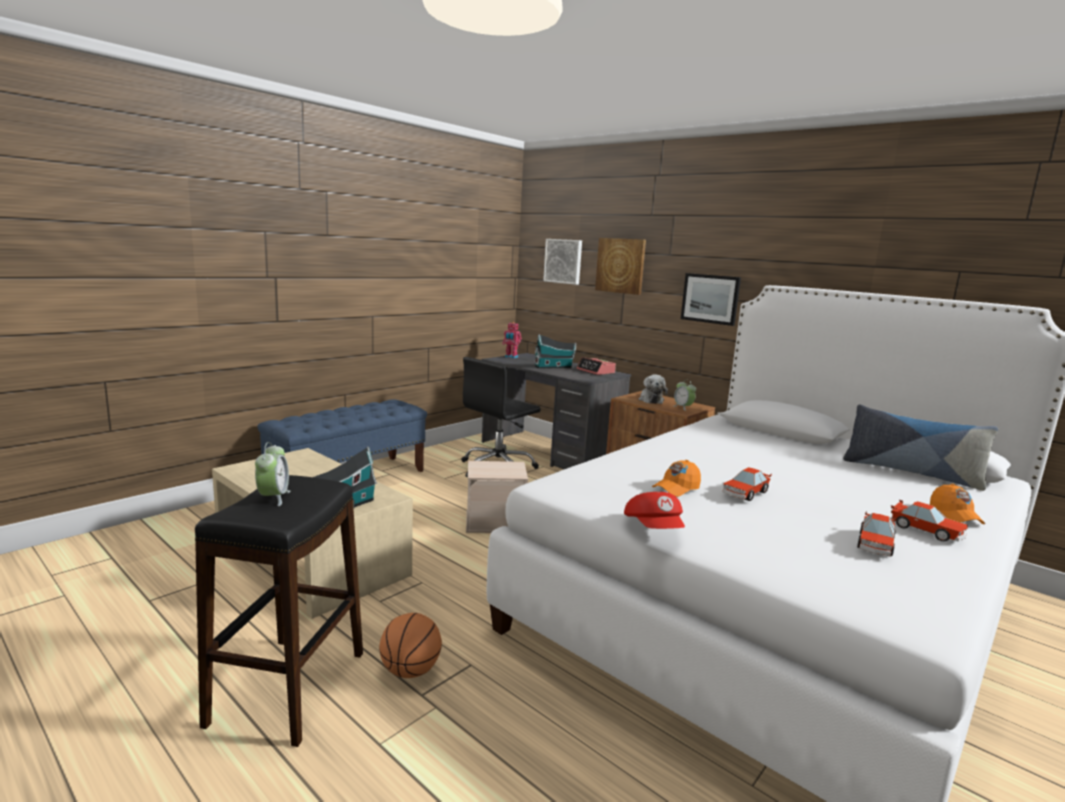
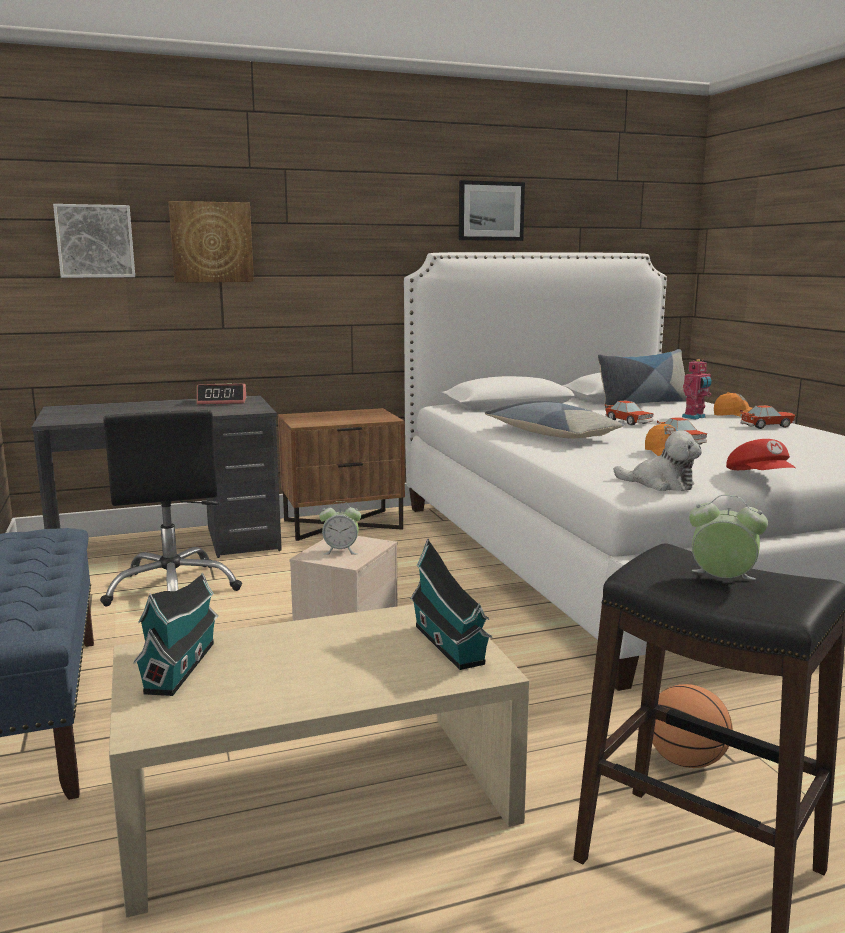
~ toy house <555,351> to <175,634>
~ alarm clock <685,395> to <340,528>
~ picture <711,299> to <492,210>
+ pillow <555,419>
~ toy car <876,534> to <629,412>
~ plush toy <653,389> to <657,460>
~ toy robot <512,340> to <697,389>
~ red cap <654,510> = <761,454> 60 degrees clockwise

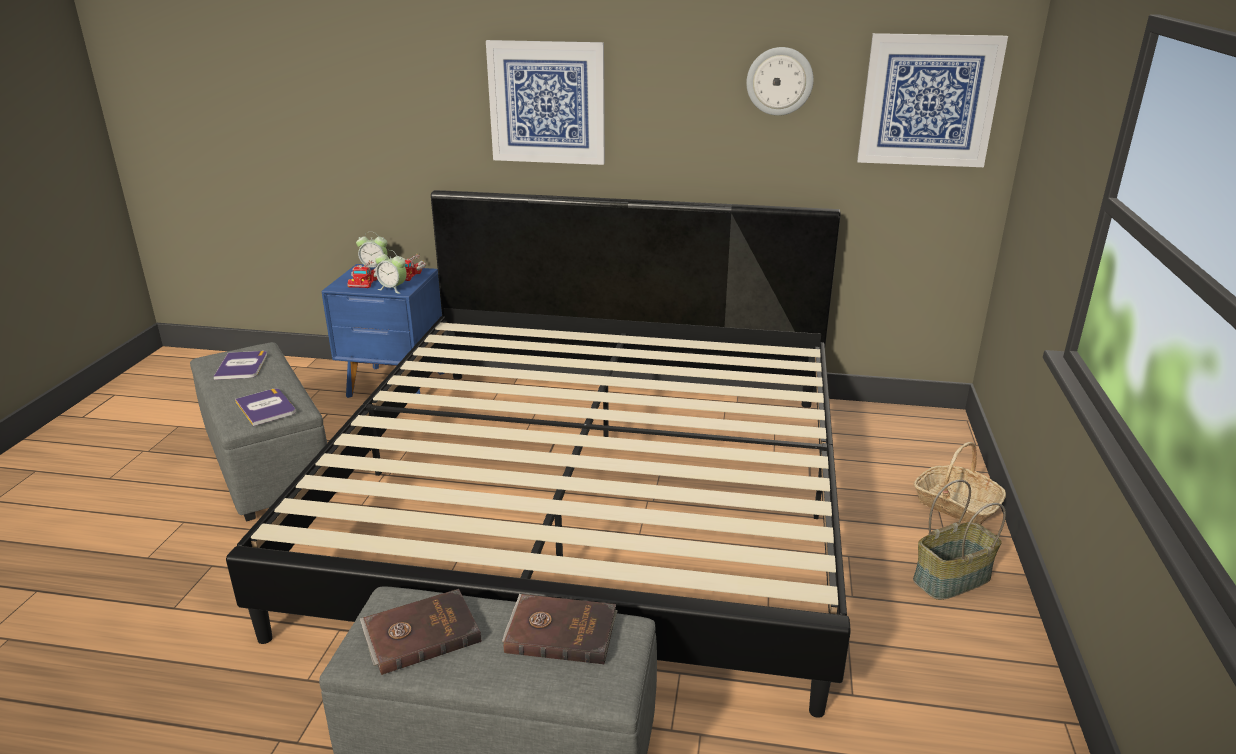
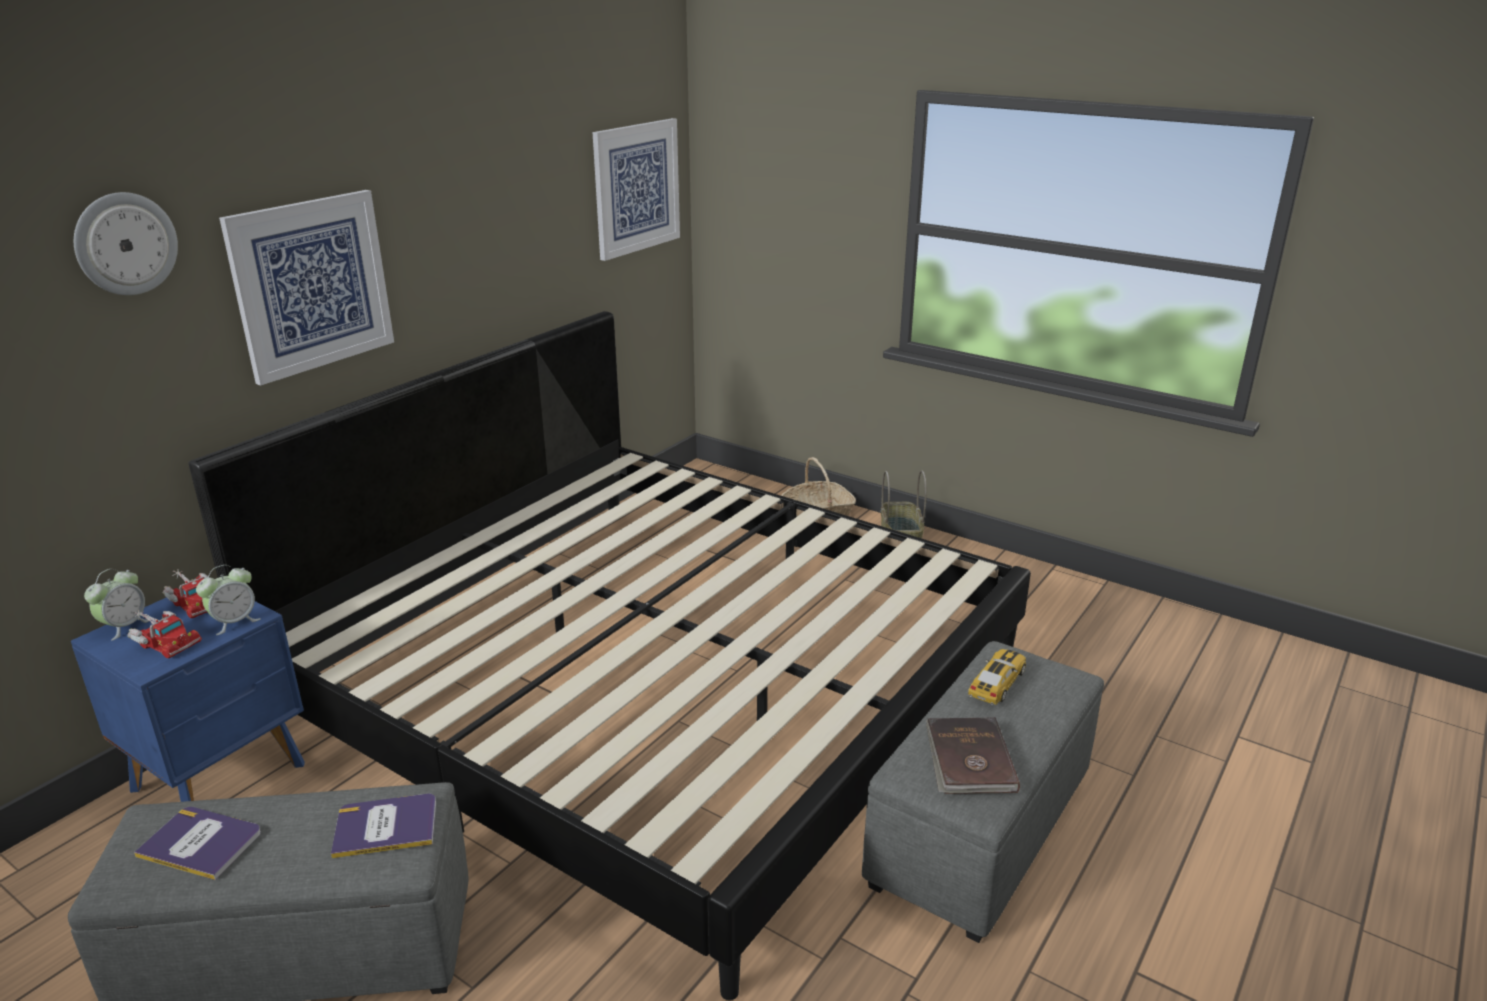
~ wall clock <780,81> to <126,243>
~ brown book <560,629> to toy car <997,677>

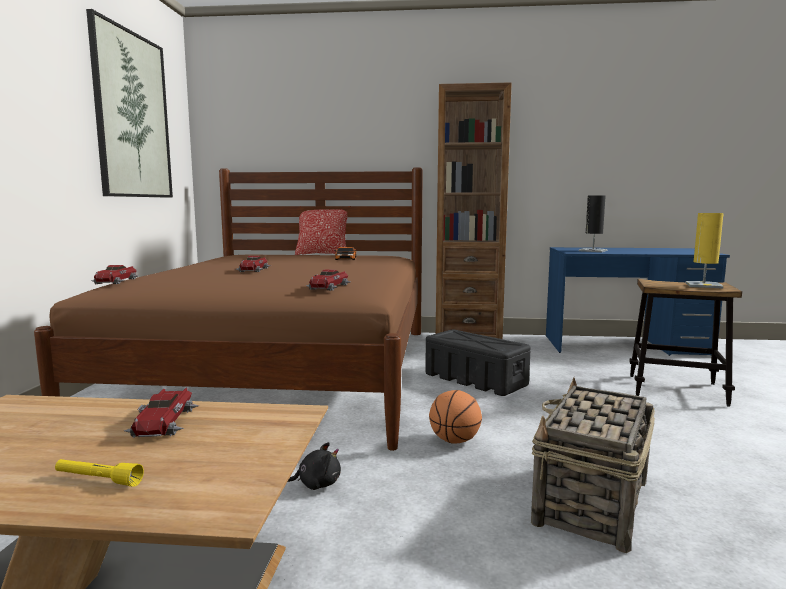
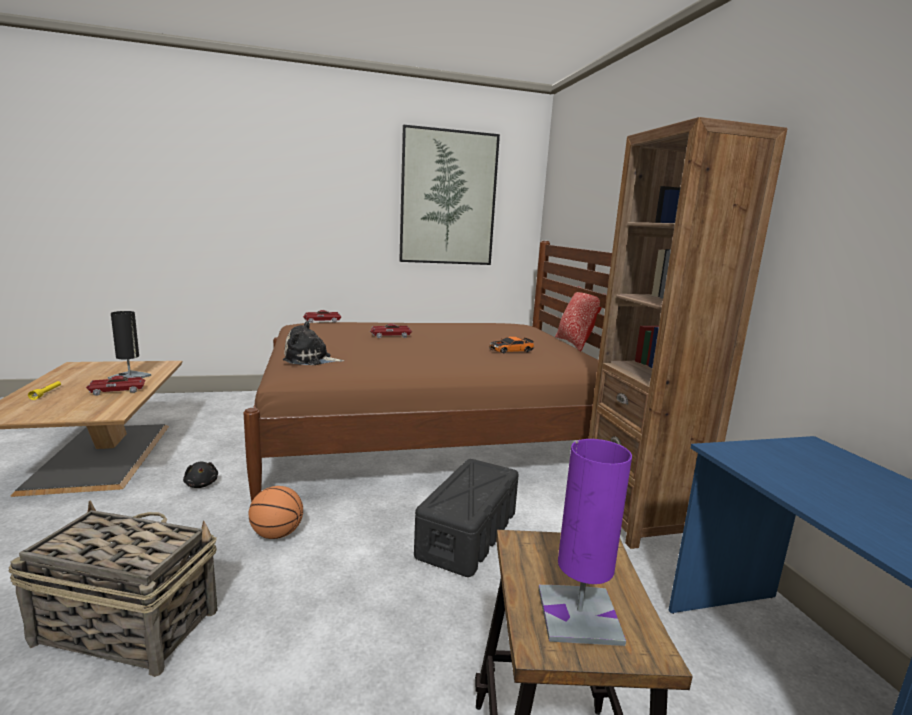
~ black table lamp <593,223> to <129,345>
~ toy car <328,280> to plush toy <313,343>
~ yellow table lamp <704,251> to purple table lamp <585,542>

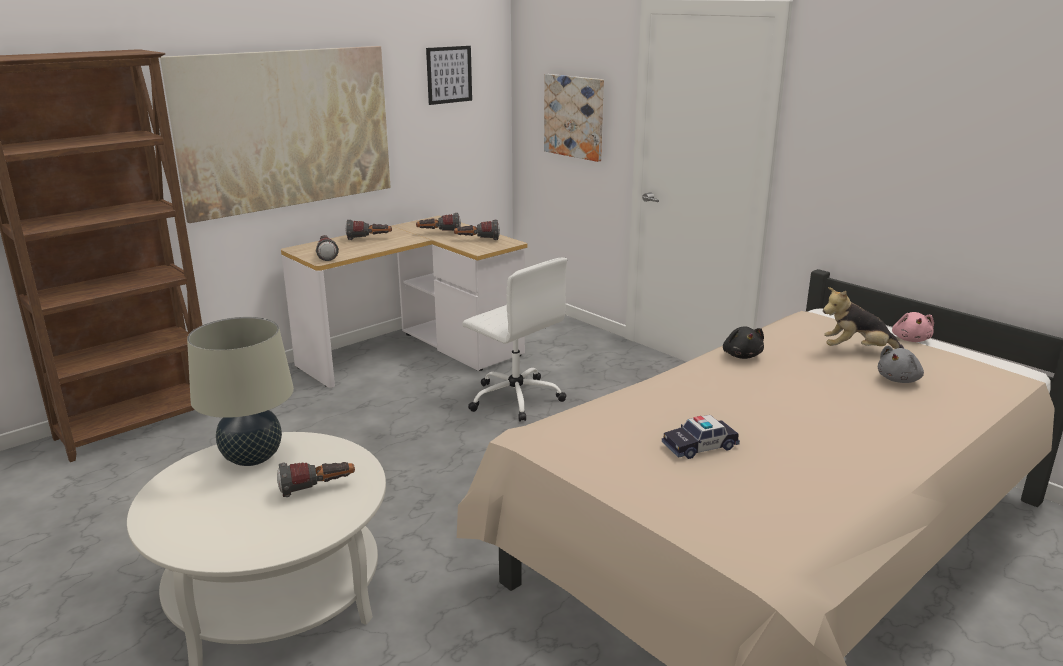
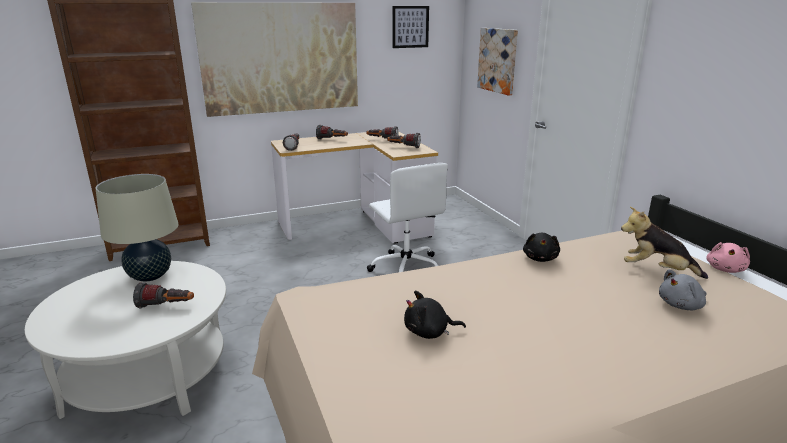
~ toy car <701,437> to black plush toy <435,315>

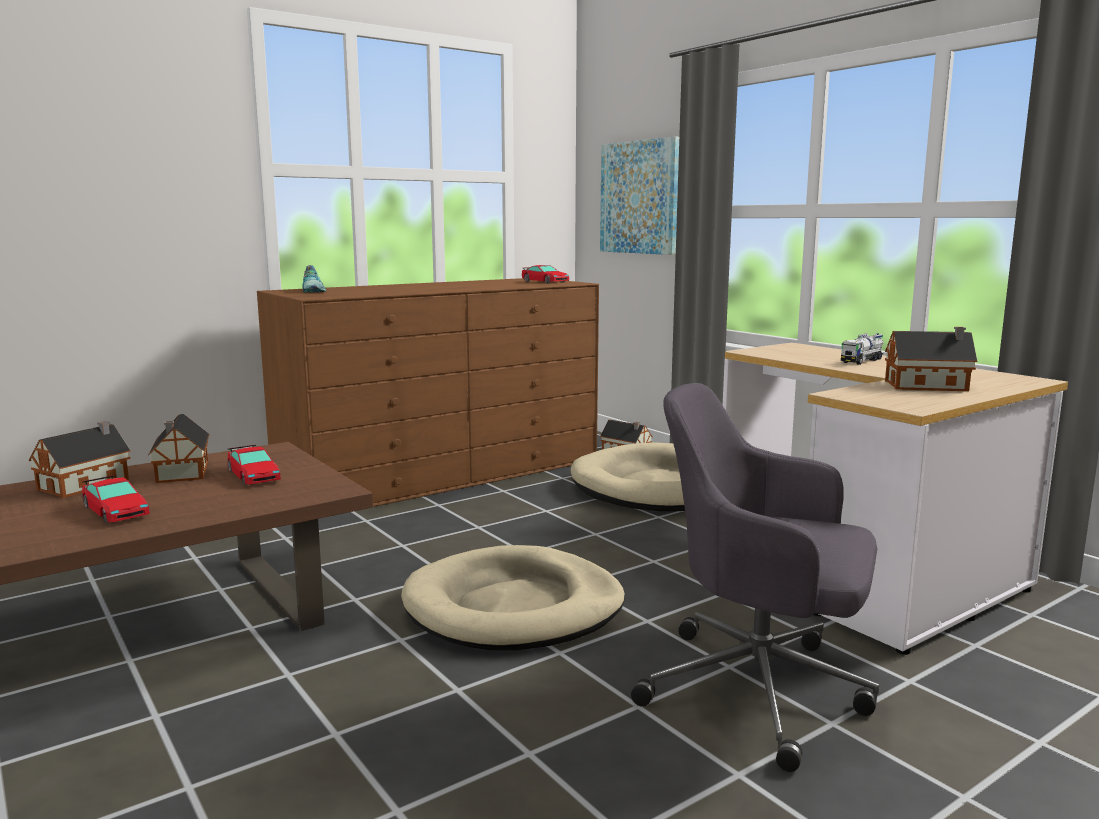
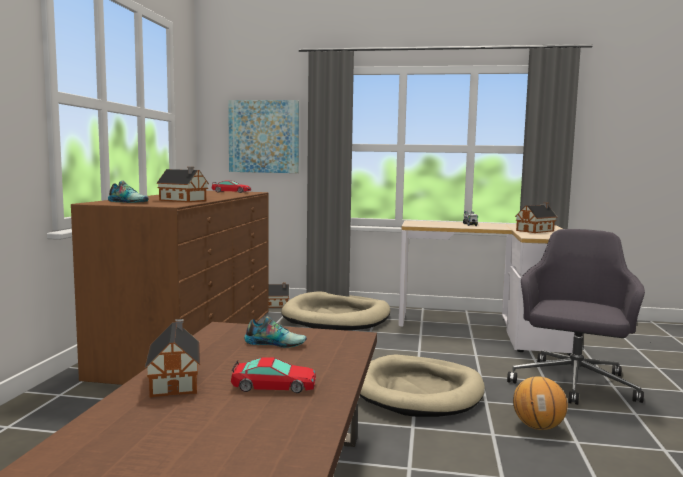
~ toy house <178,448> to <183,184>
~ toy car <254,465> to shoe <275,332>
~ grey office chair <755,577> = <576,317> 135 degrees clockwise
+ basketball <540,403>

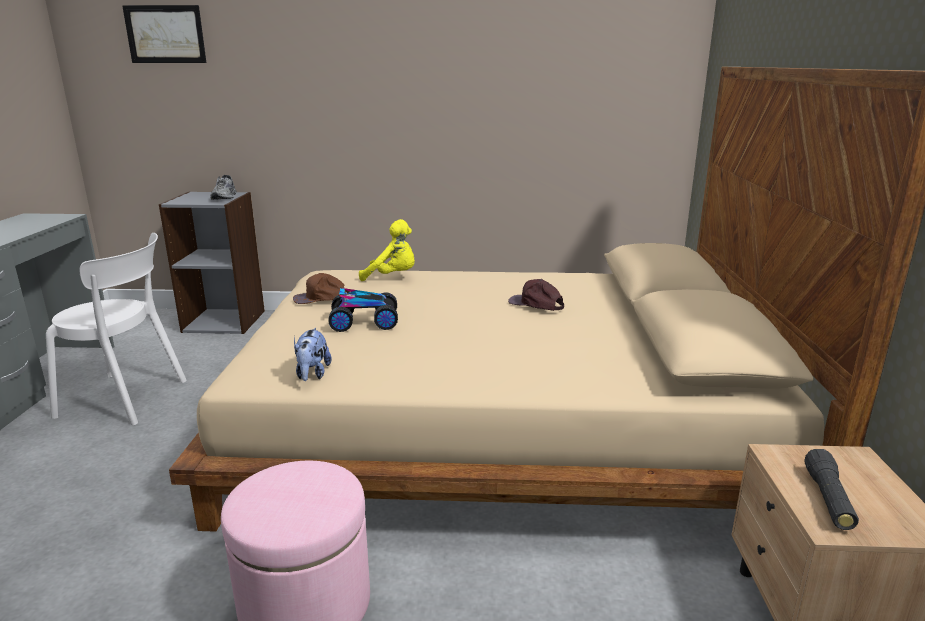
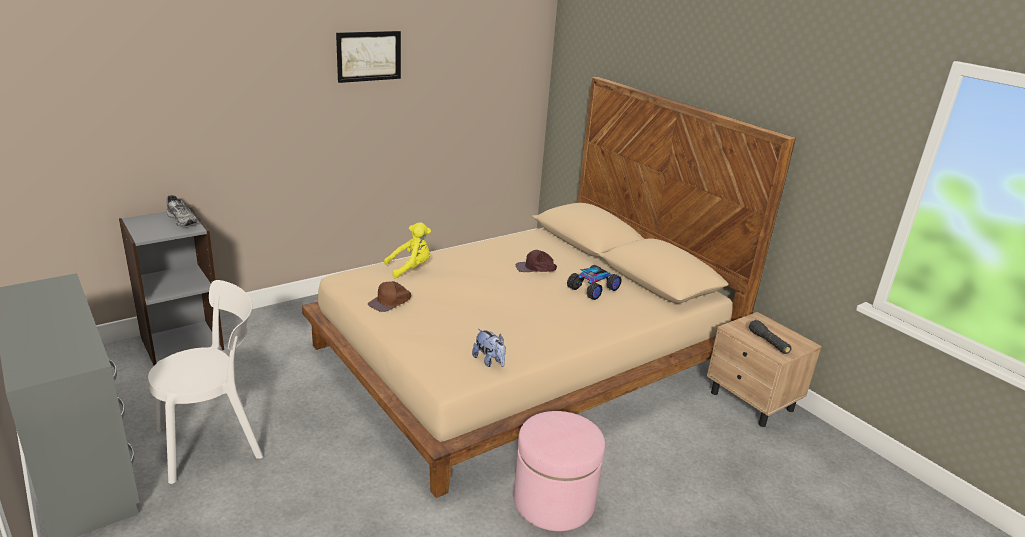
~ picture <164,34> to <368,57>
~ toy car <363,310> to <594,282>

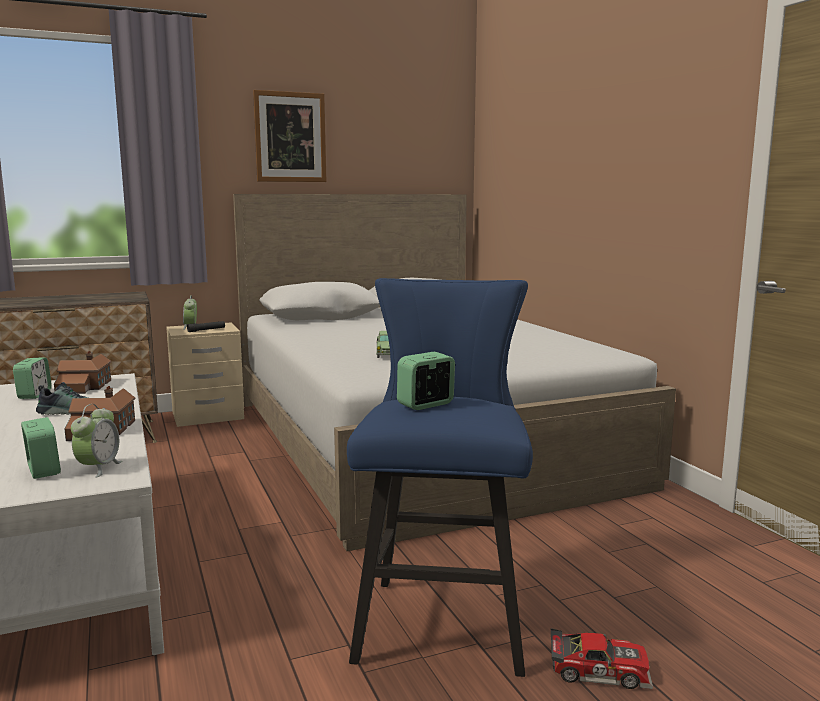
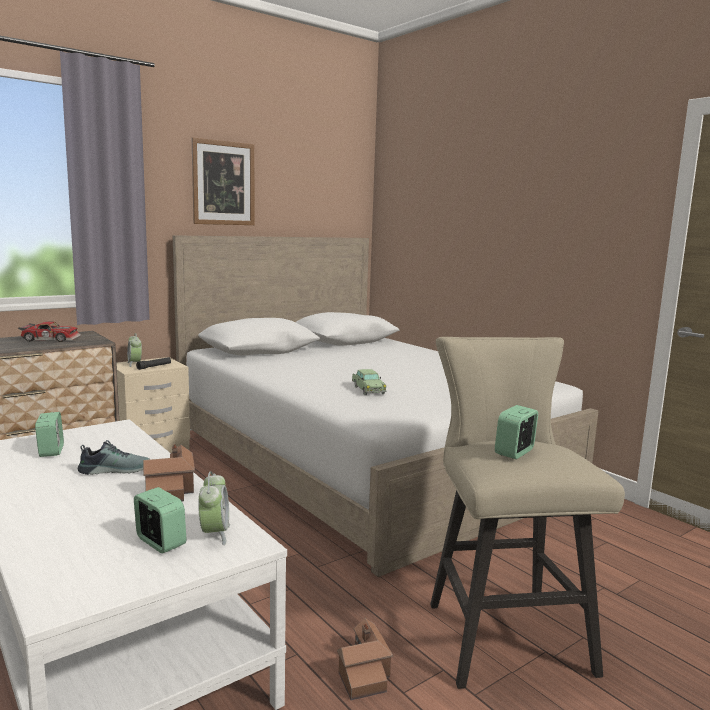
~ toy car <602,658> to <49,331>
~ toy house <82,372> to <365,659>
~ blue stool <440,477> to beige stool <527,513>

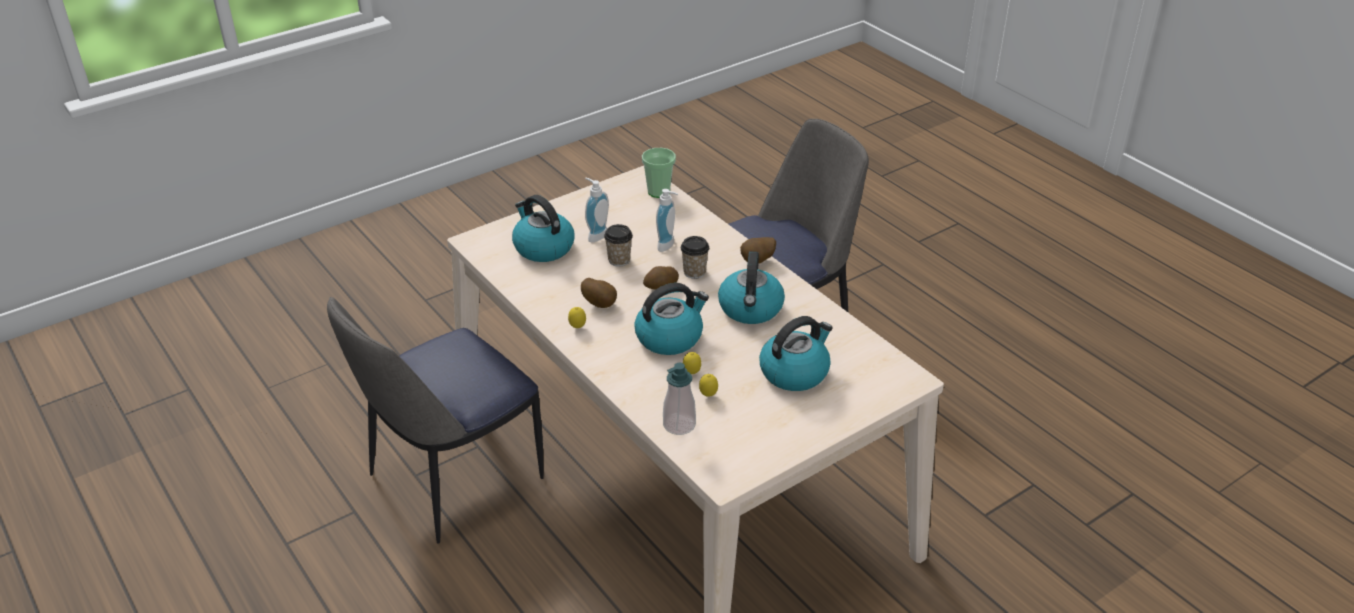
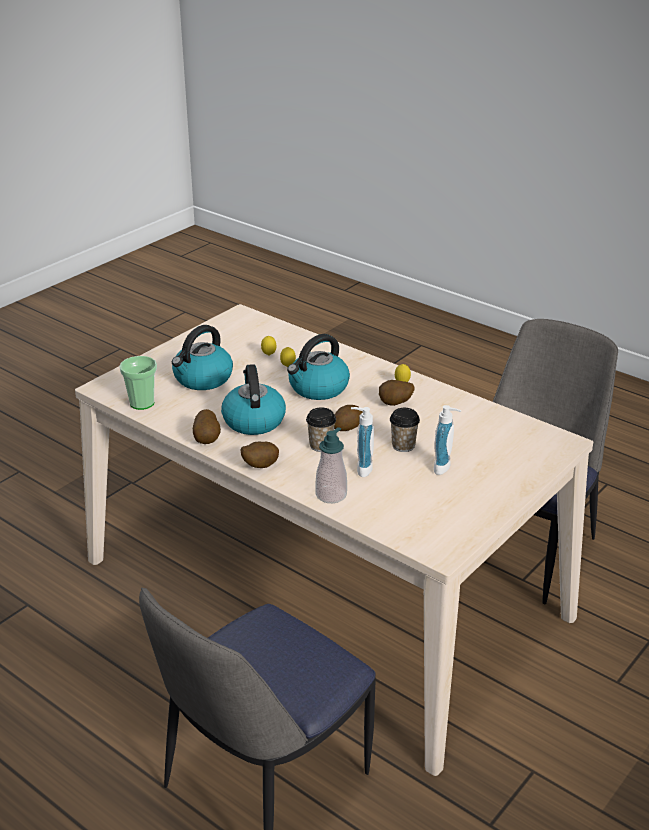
~ cup <659,173> to <138,383>
+ potato <207,426>
~ soap dispenser <679,399> to <331,465>
- kettle <543,228>

